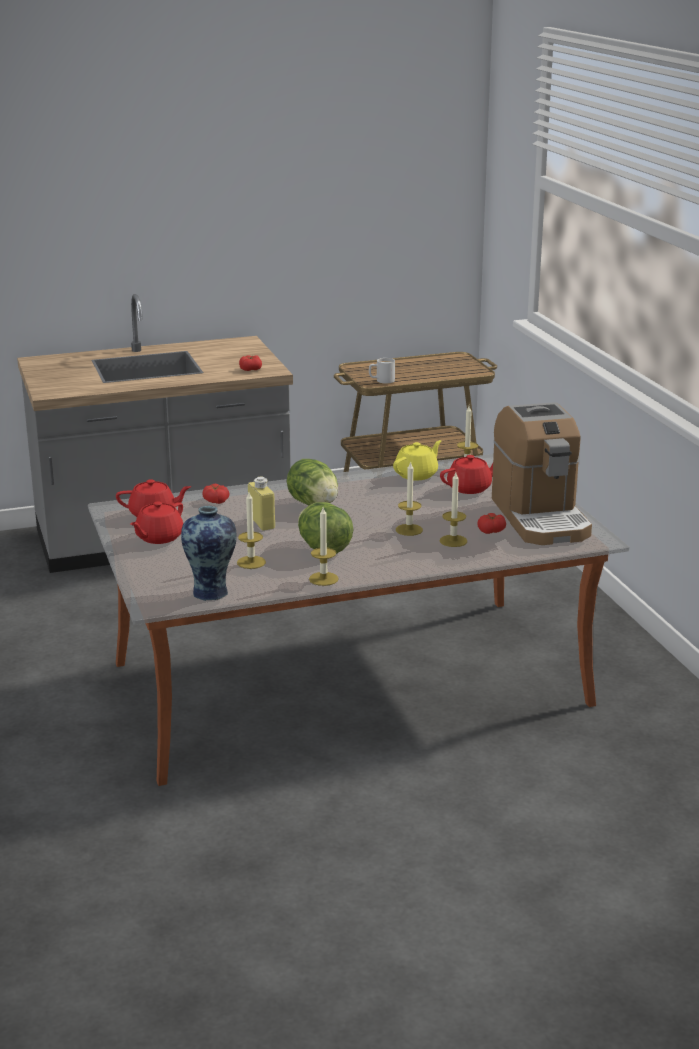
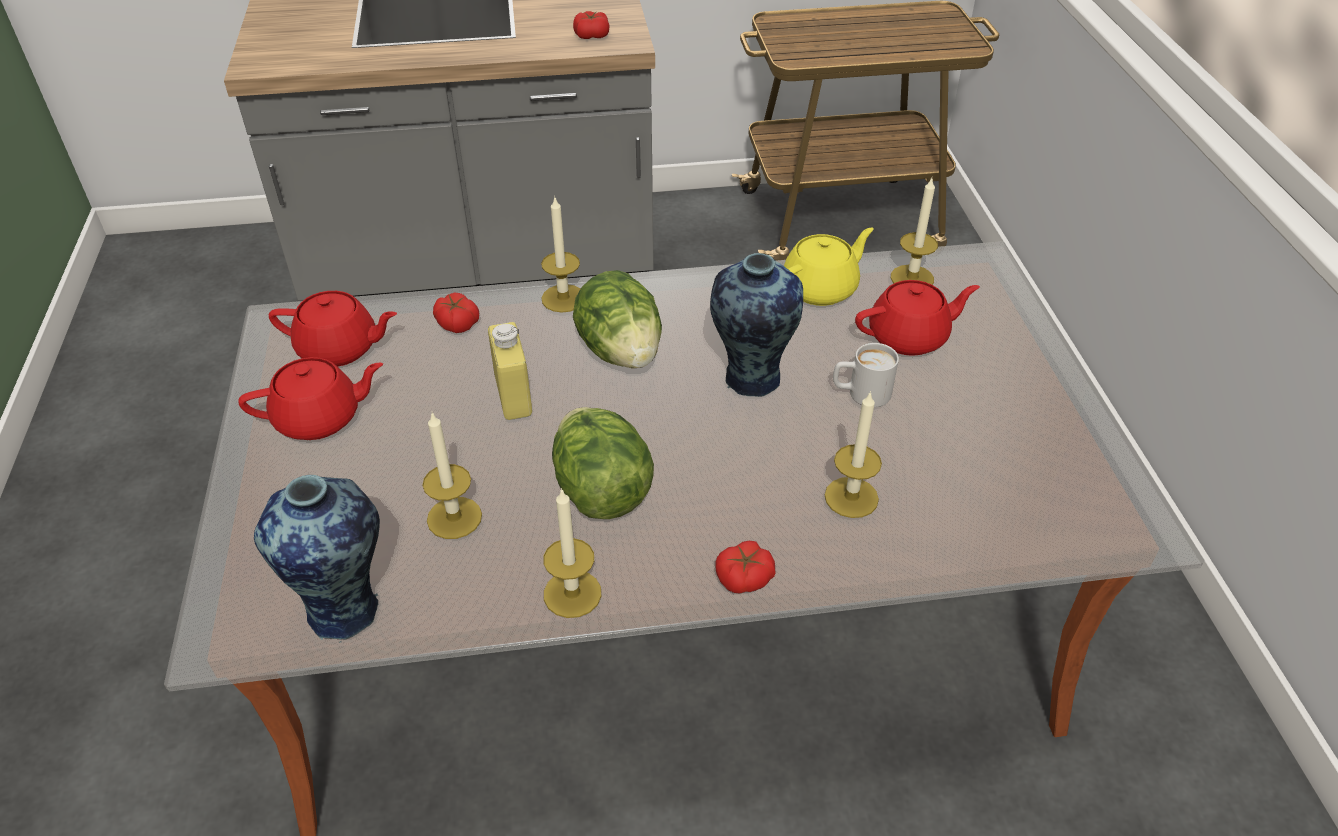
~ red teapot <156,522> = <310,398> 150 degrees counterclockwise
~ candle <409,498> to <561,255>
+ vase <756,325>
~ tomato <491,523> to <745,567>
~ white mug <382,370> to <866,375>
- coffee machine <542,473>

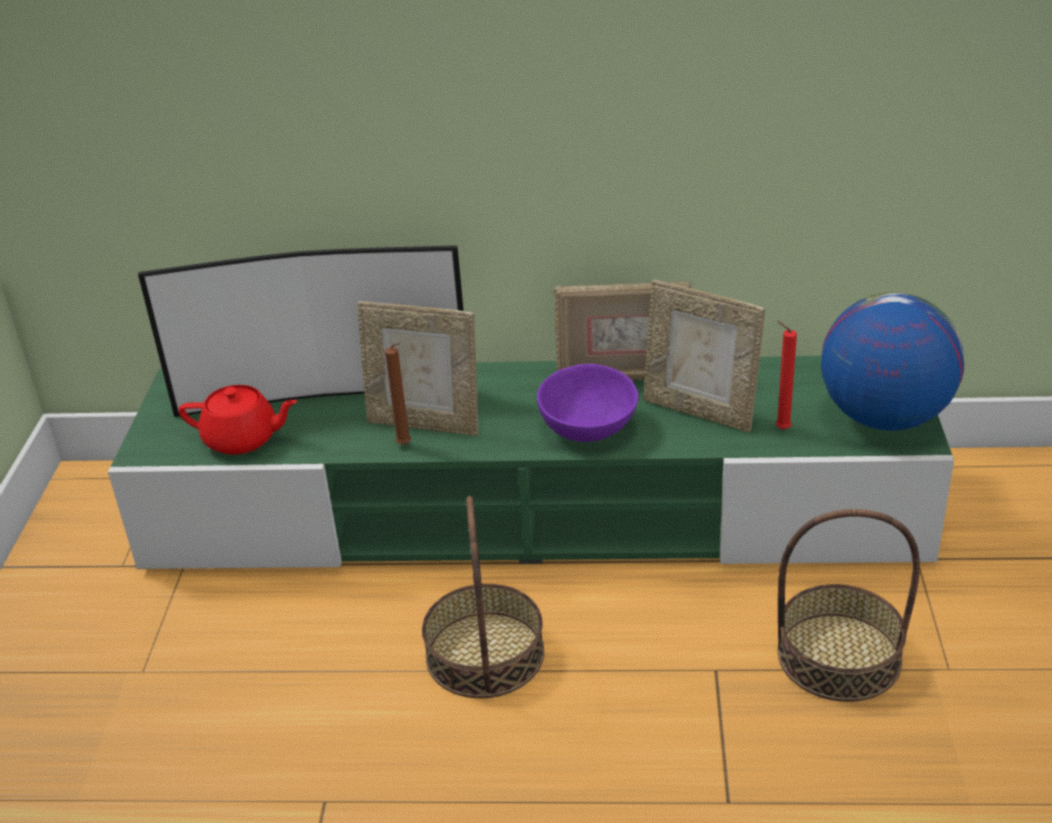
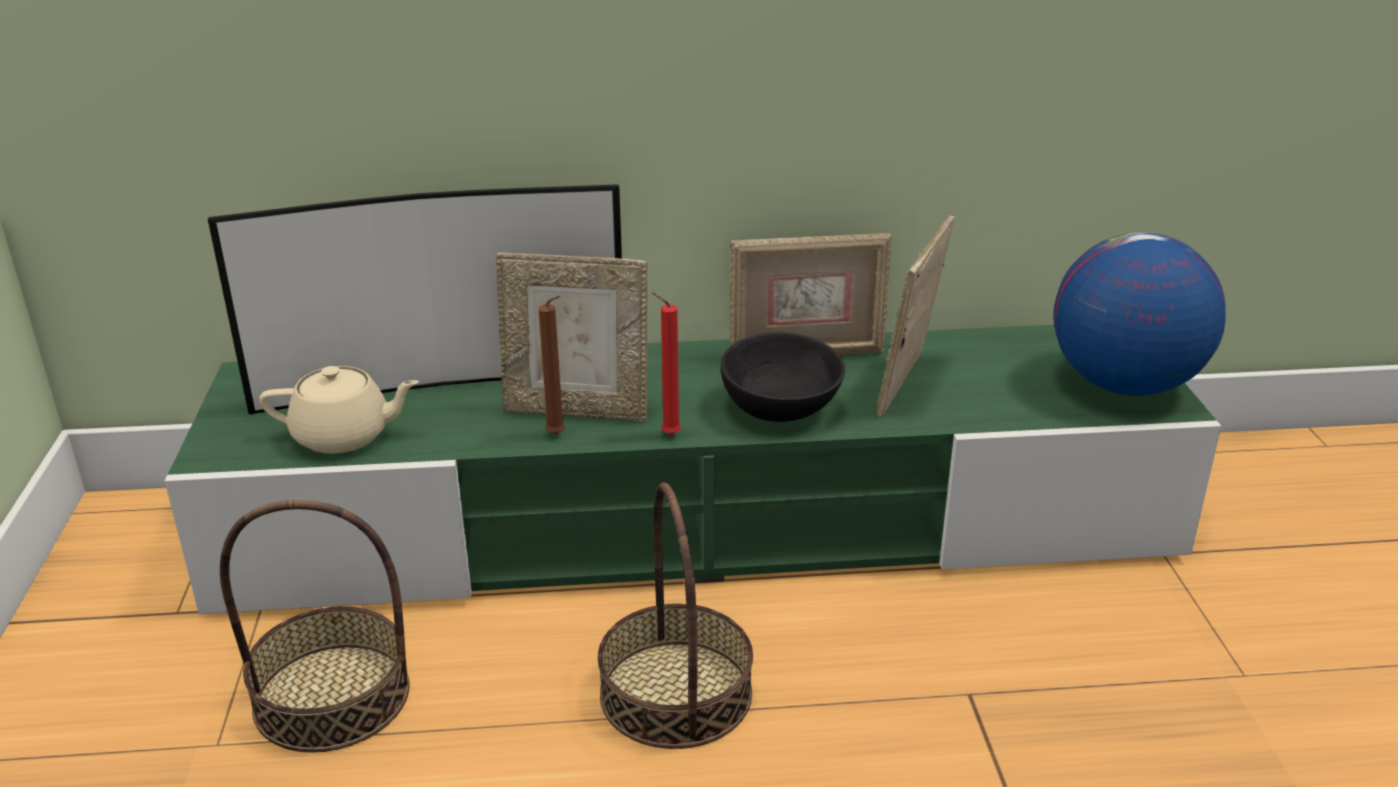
~ basket <849,605> to <315,626>
~ red teapot <238,420> to beige teapot <339,410>
~ red candle <786,375> to <666,363>
~ purple bowl <588,403> to black bowl <782,377>
~ picture frame <704,356> = <915,316> 90 degrees clockwise

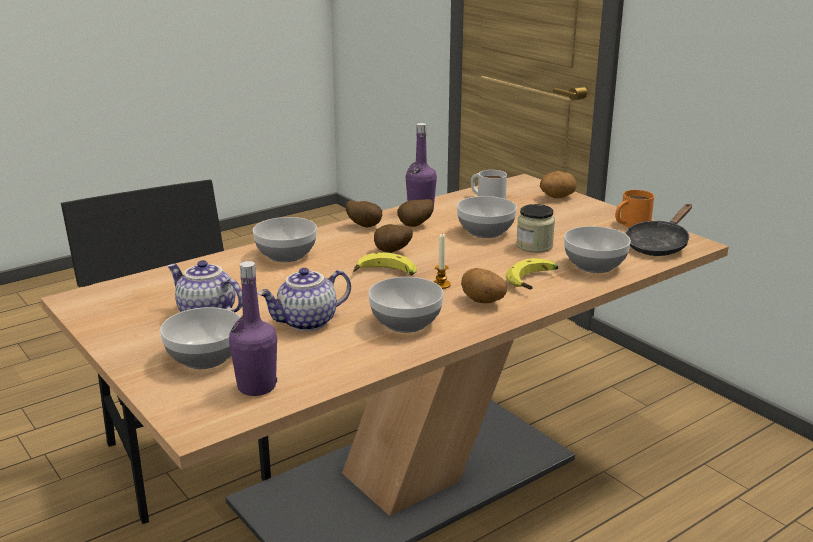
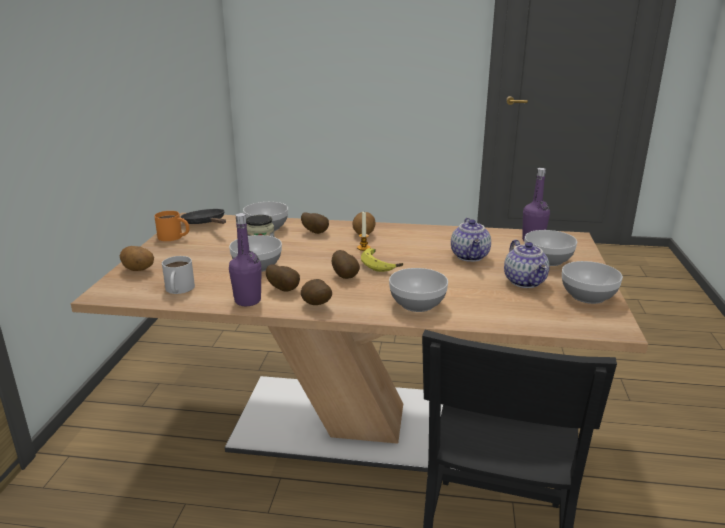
~ black frying pan <658,230> = <203,216> 120 degrees counterclockwise
~ banana <532,273> to potato <315,223>
~ teapot <304,299> = <471,240> 75 degrees clockwise
~ bowl <406,305> to <592,282>

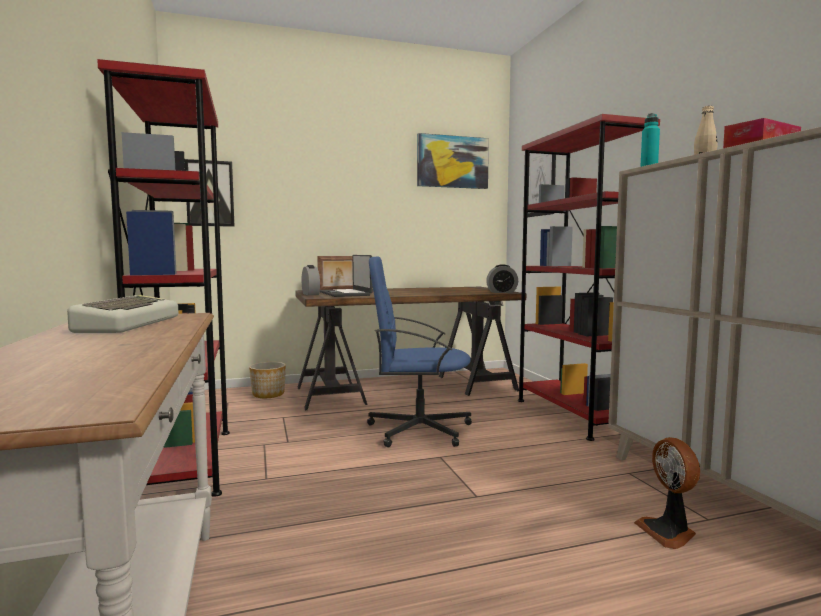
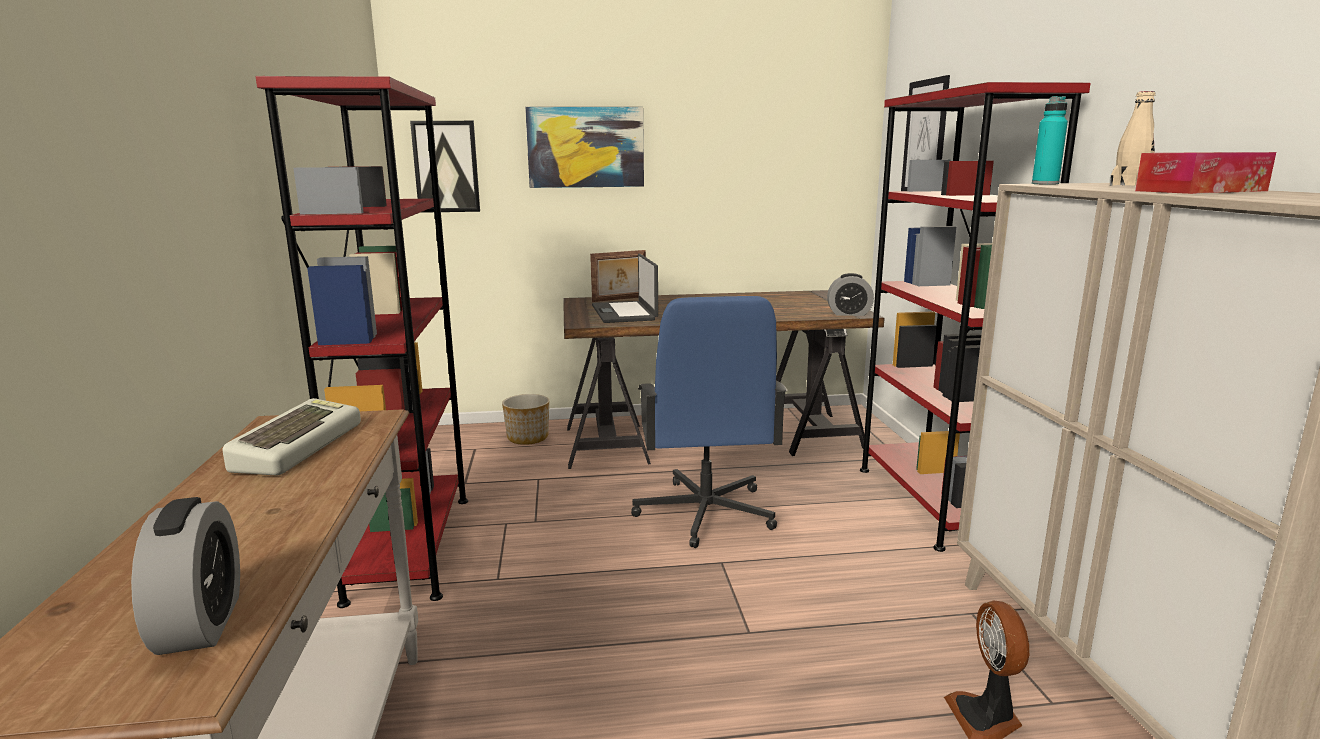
~ alarm clock <311,280> to <185,576>
~ picture <453,161> to <584,147>
~ blue office chair <419,352> = <709,422> 105 degrees counterclockwise

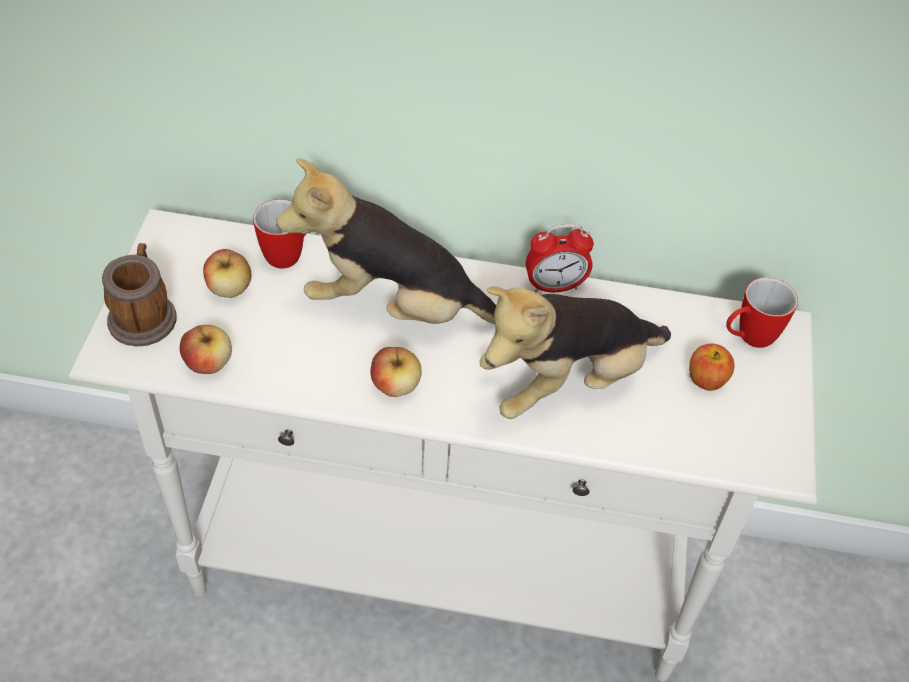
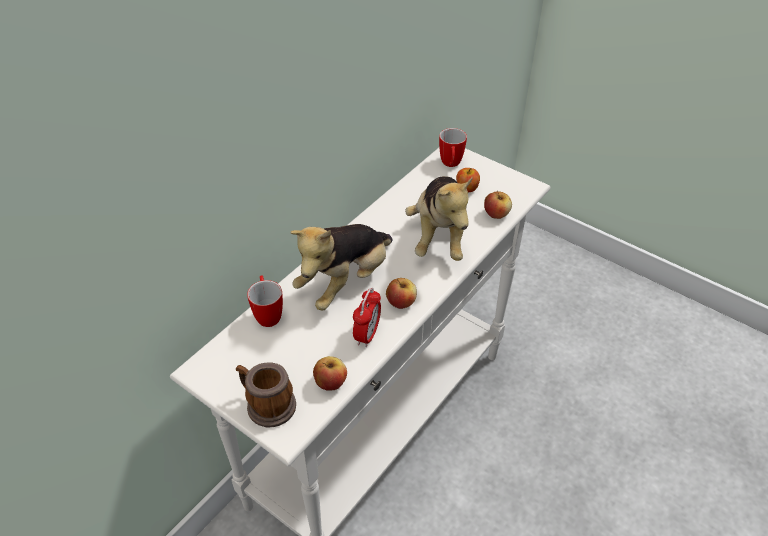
~ alarm clock <560,258> to <367,317>
~ apple <227,273> to <498,205>

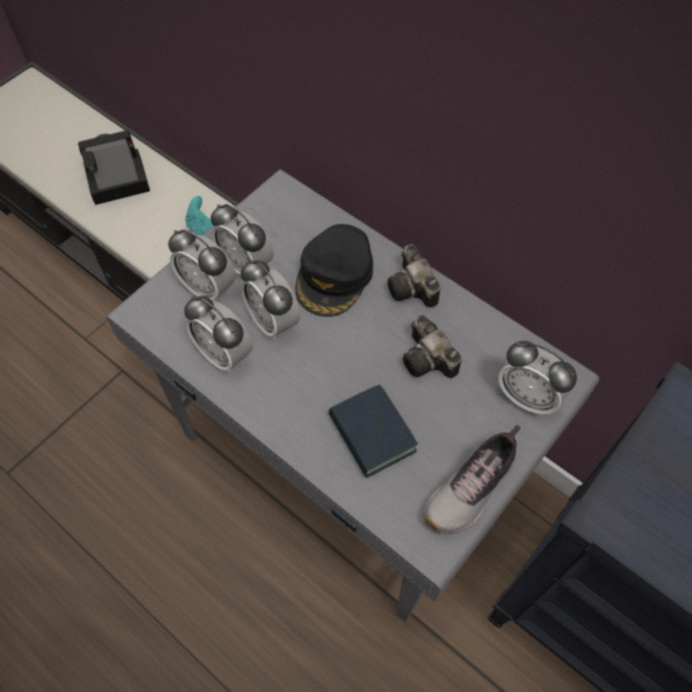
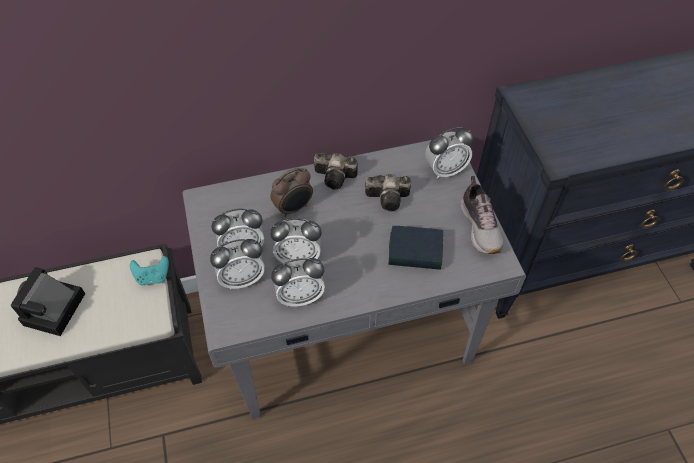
~ black cap <334,270> to alarm clock <291,192>

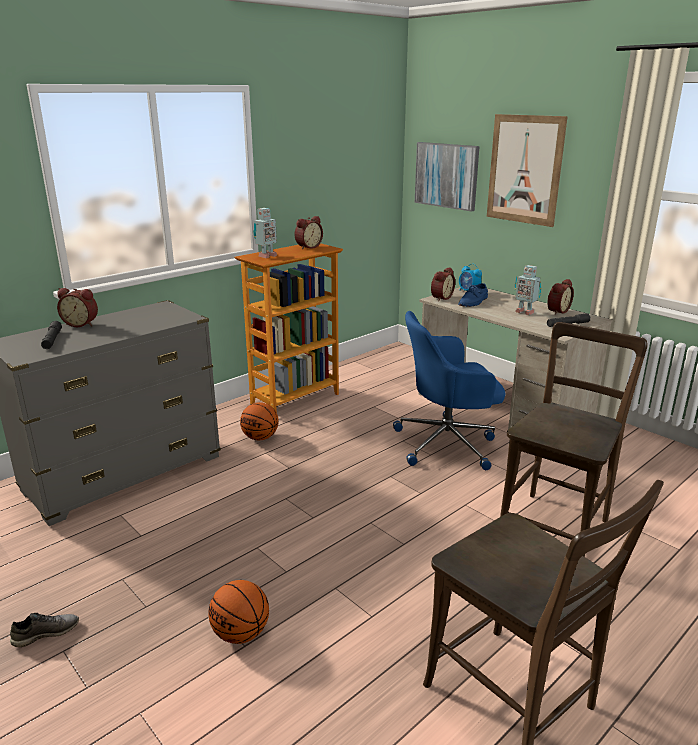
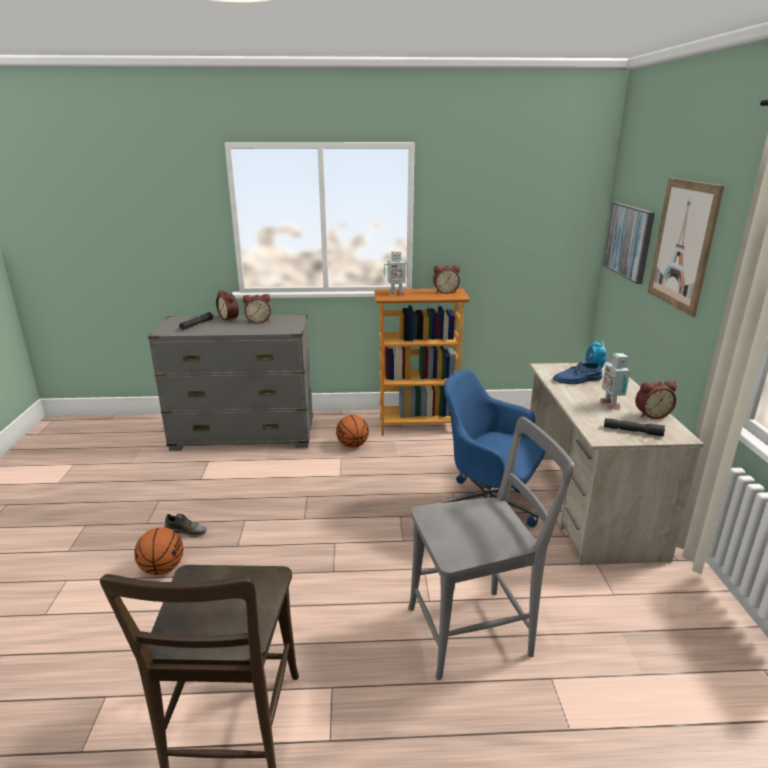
~ grey shoe <44,630> to <185,525>
~ alarm clock <443,284> to <257,309>
~ brown chair <574,439> to grey chair <491,548>

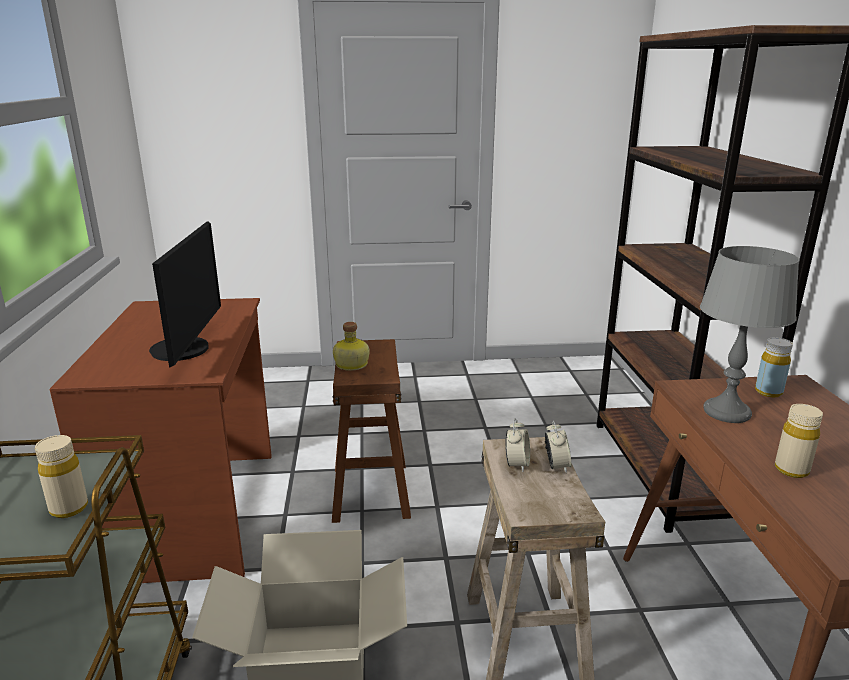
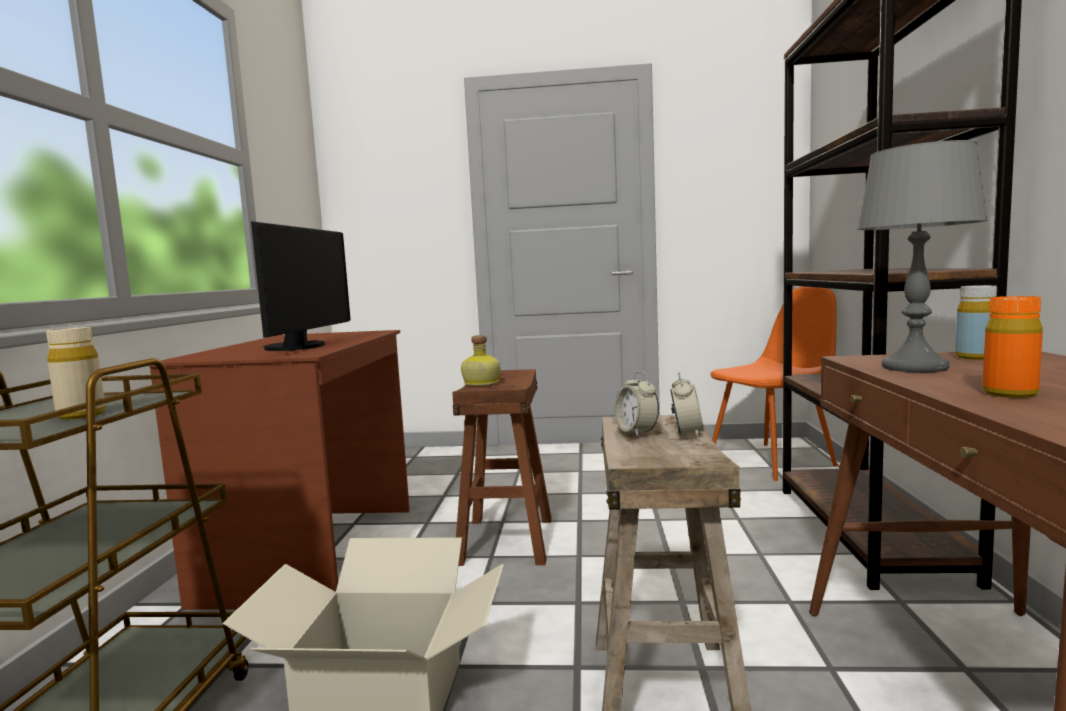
~ alarm clock <518,445> = <637,404> 135 degrees clockwise
+ orange chair <773,383>
~ beige bottle <799,441> to orange bottle <1012,347>

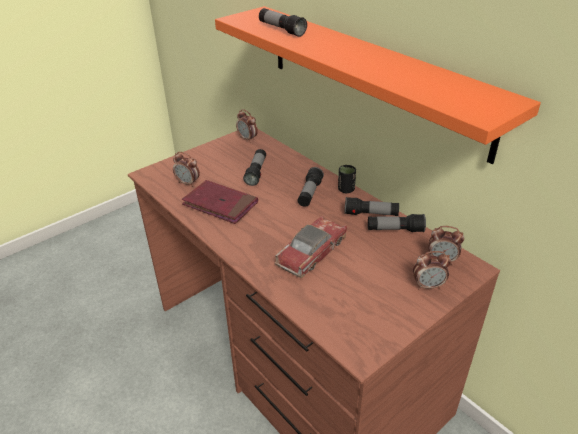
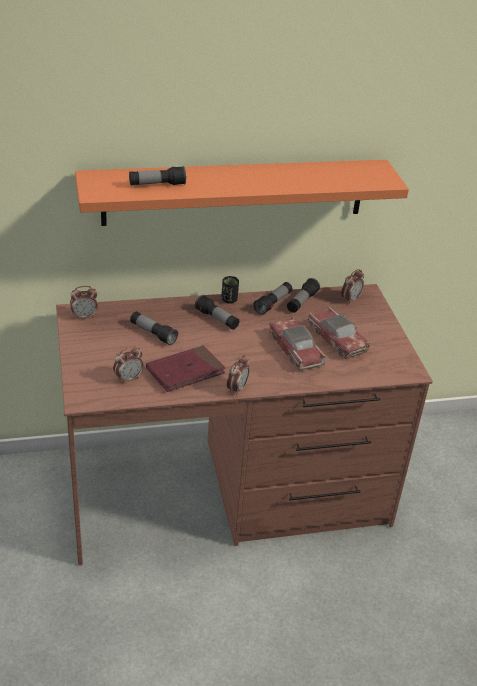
~ alarm clock <432,270> to <238,375>
+ toy car <338,333>

